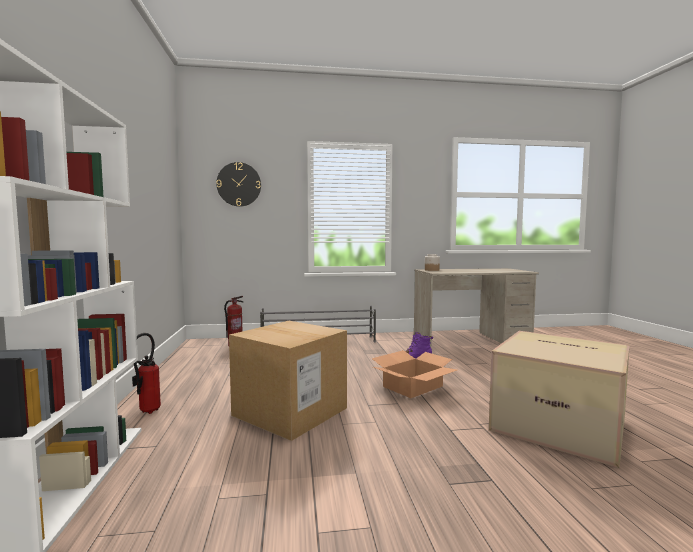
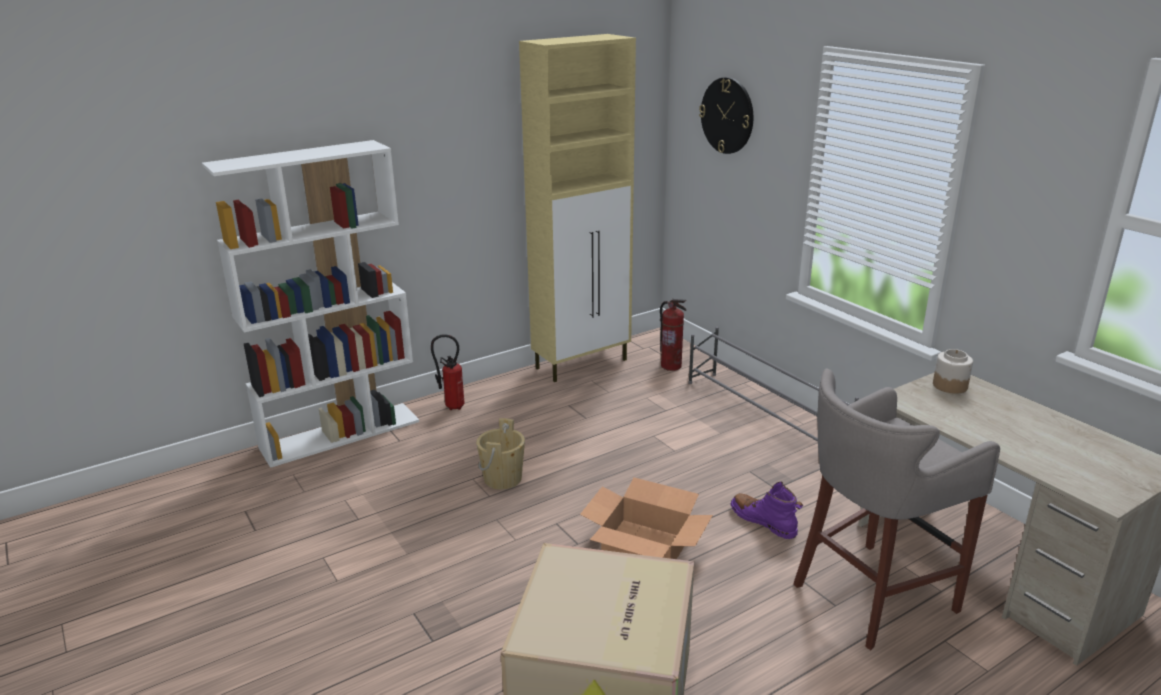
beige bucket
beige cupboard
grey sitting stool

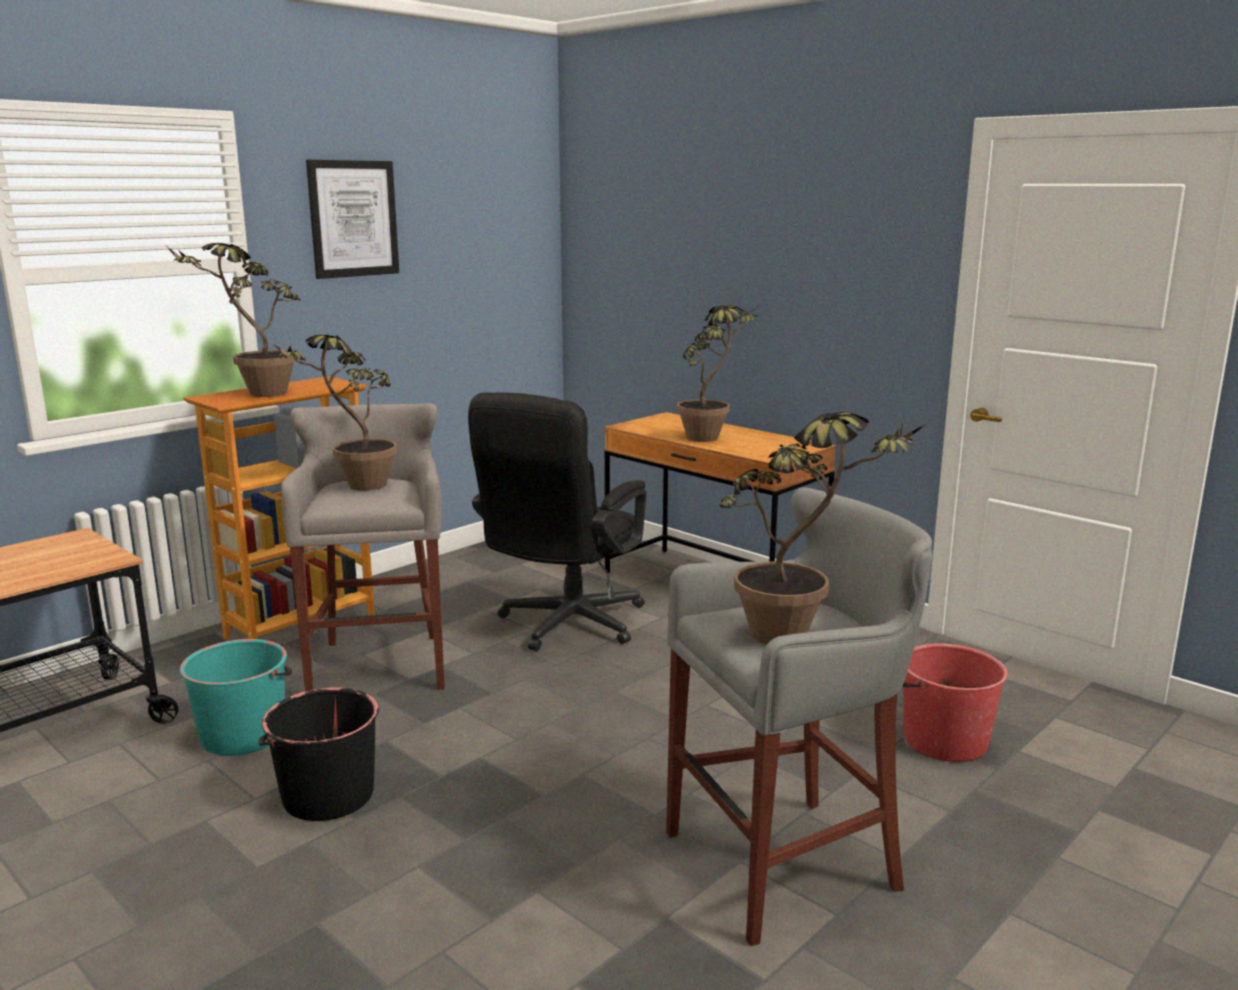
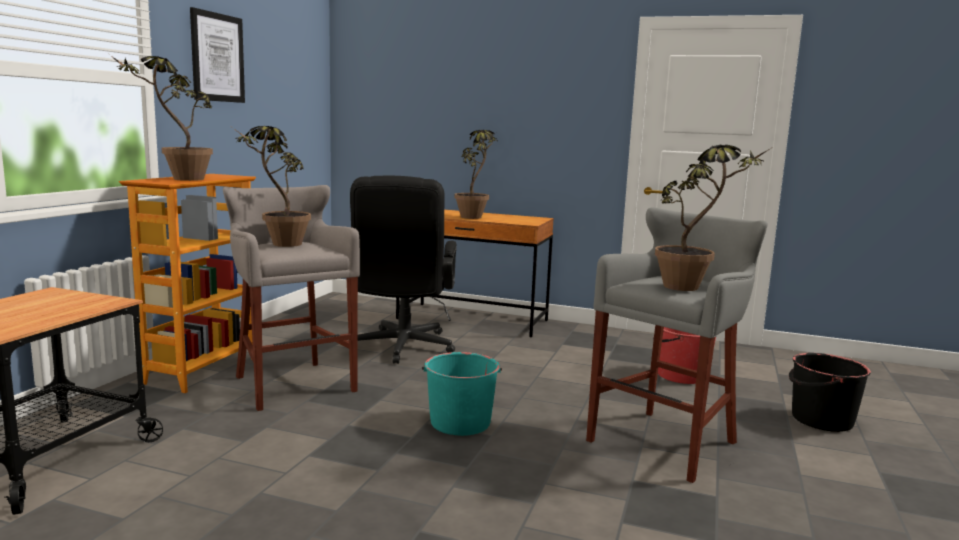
blue-green bucket
black-coloured bucket

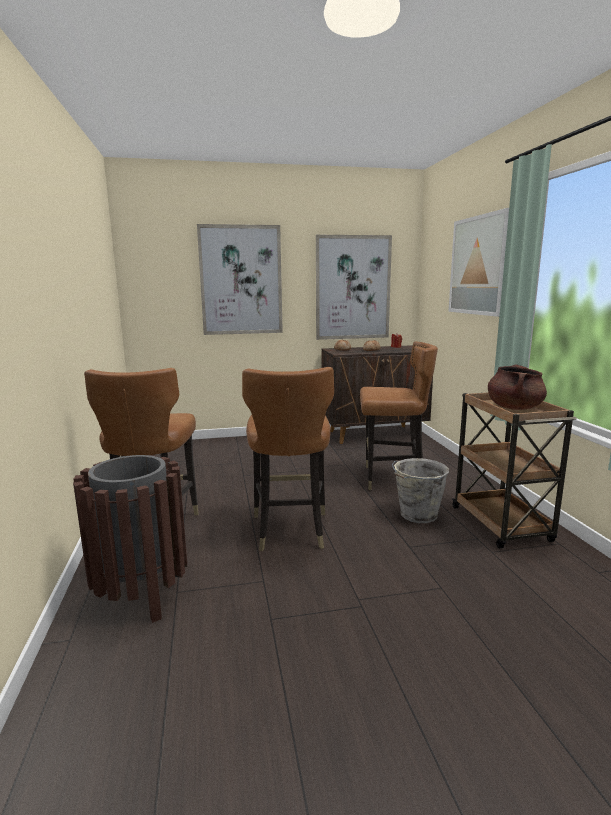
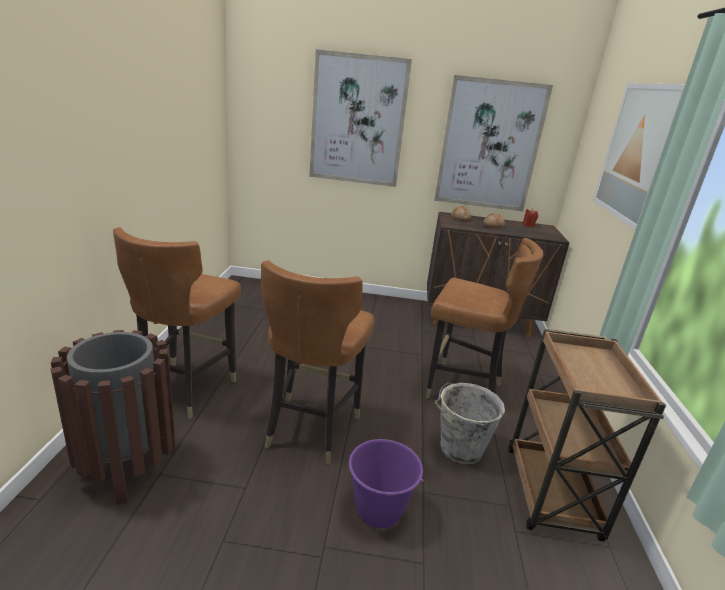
brown-coloured stockpot
purplish bucket

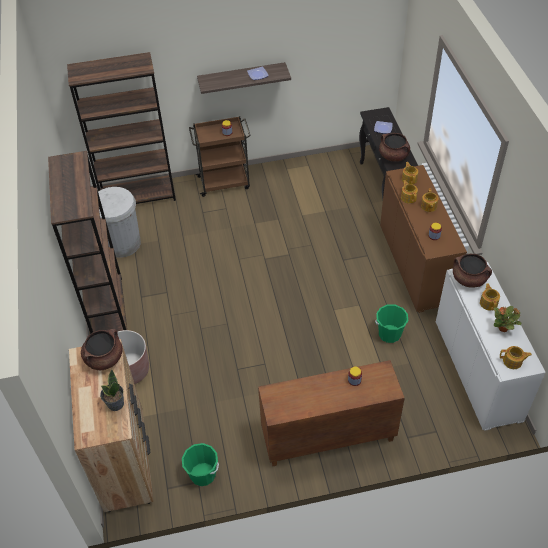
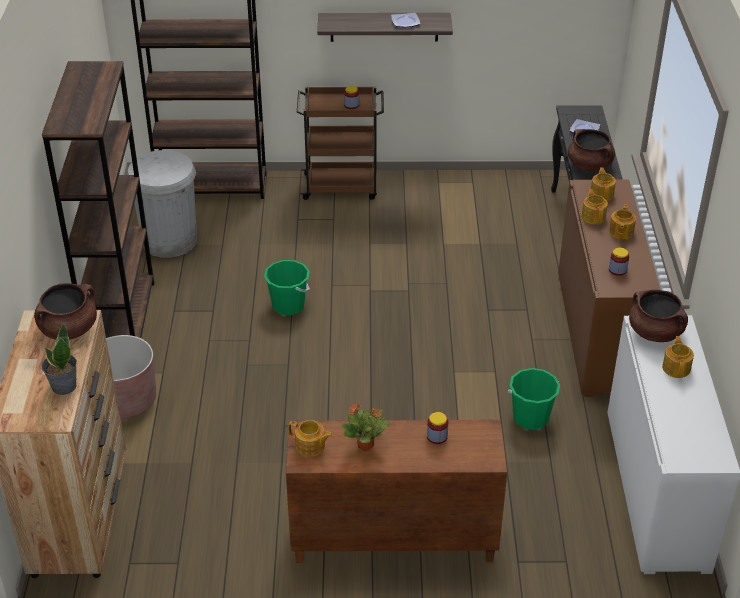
greenish bucket (no. 1 from left)
potted plant (no. 2 from left)
pot for tea (no. 1 from left)

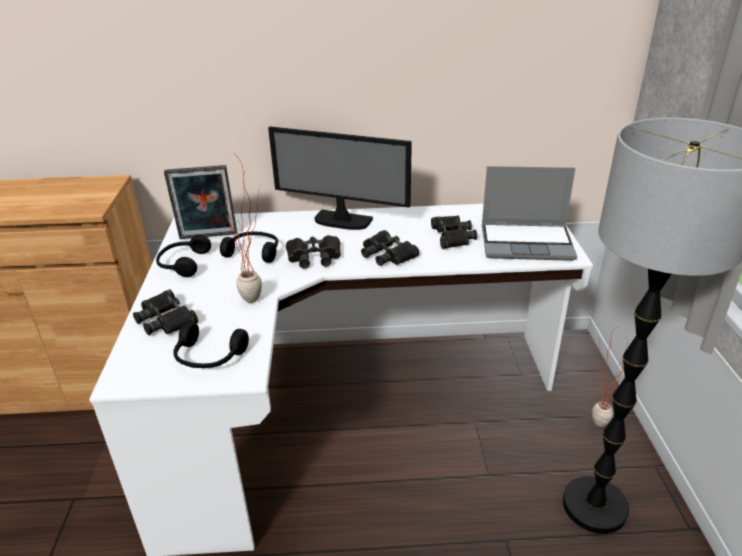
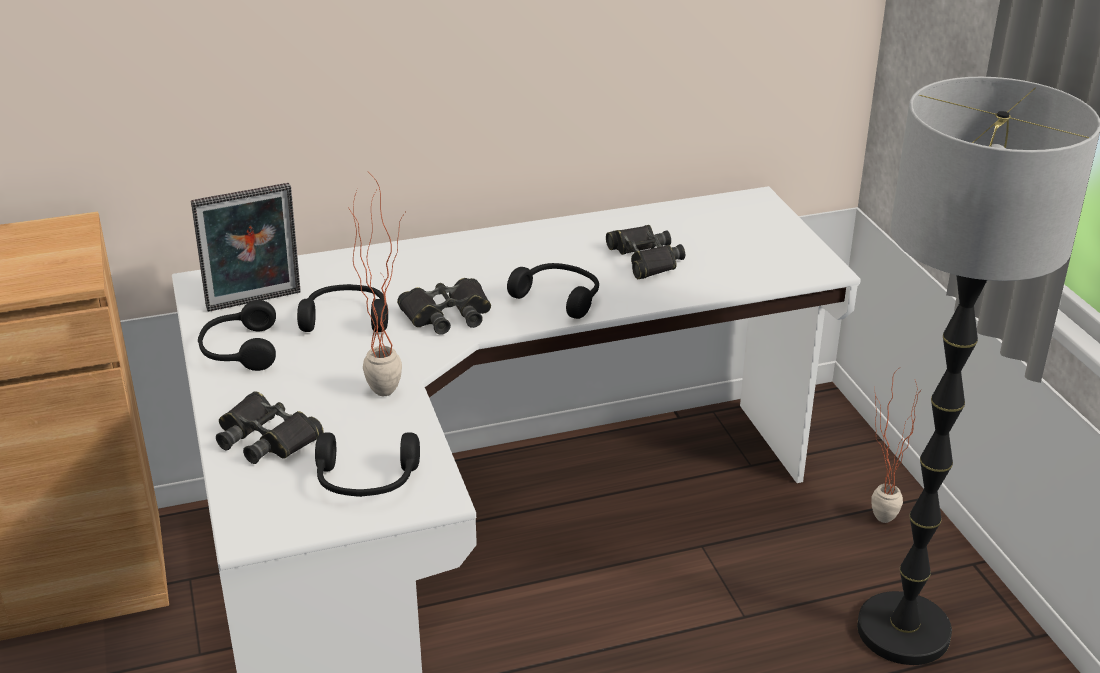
computer screen
black-coloured headphones (no. 4 from left)
notebook computer

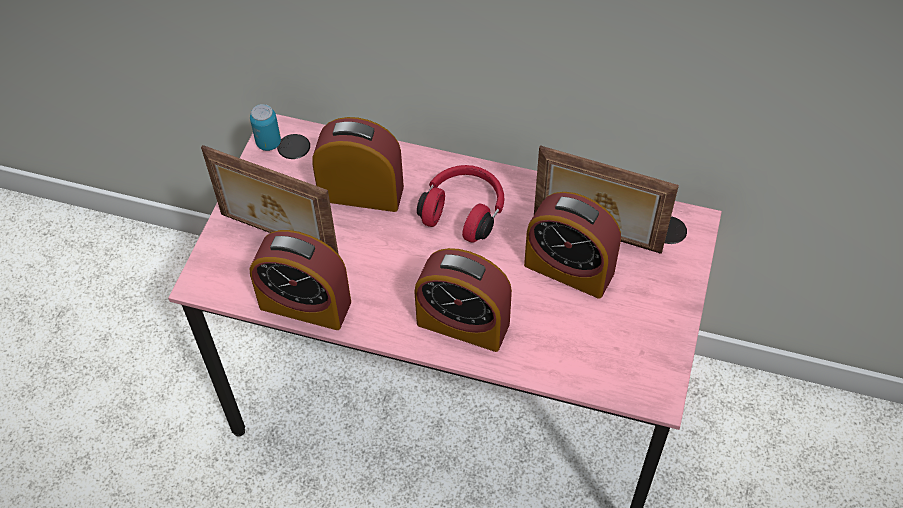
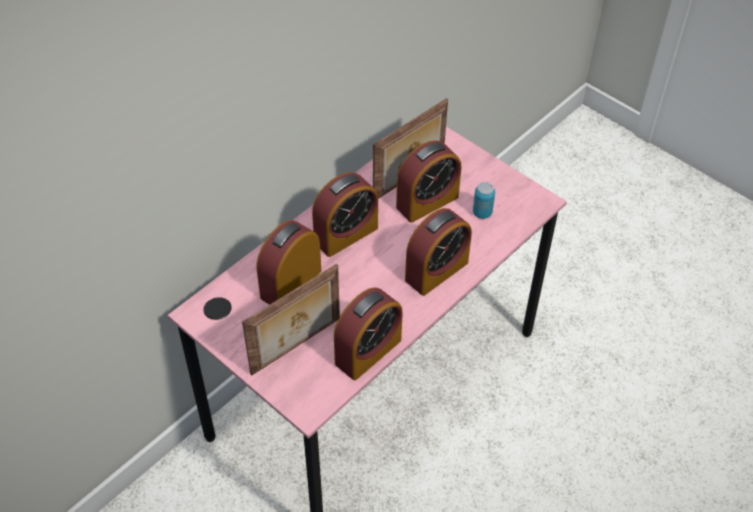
can
bedside clock (no. 2 from left)

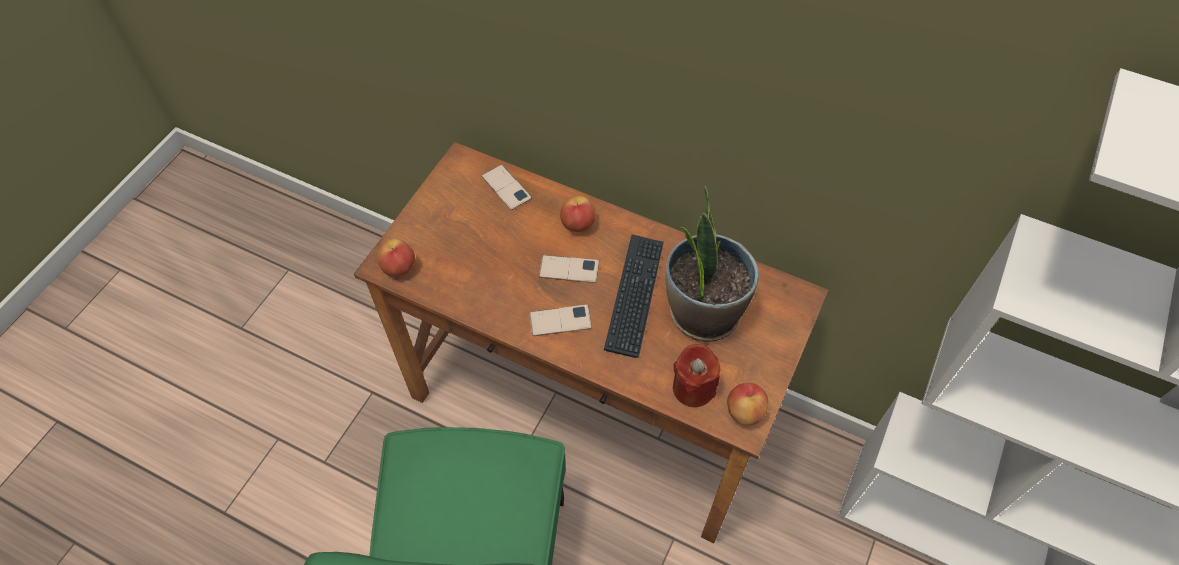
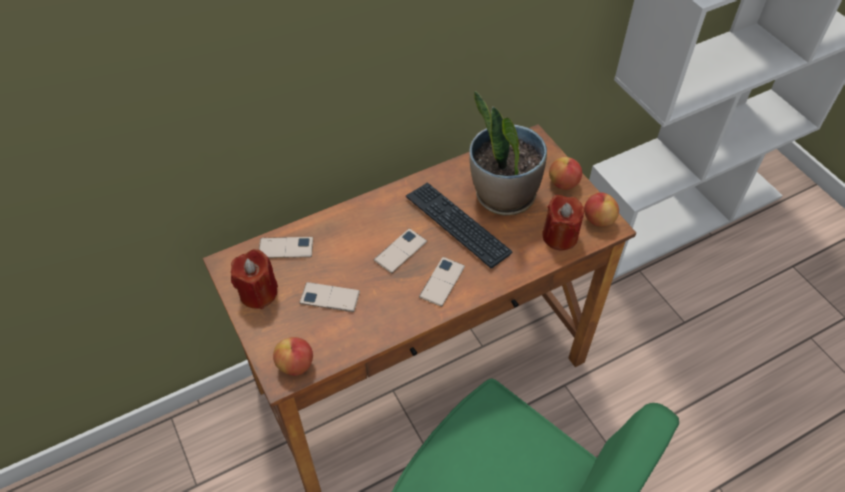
whole apple (no. 2 from left)
red-coloured wax candle (no. 1 from left)
phone (no. 2 from left)

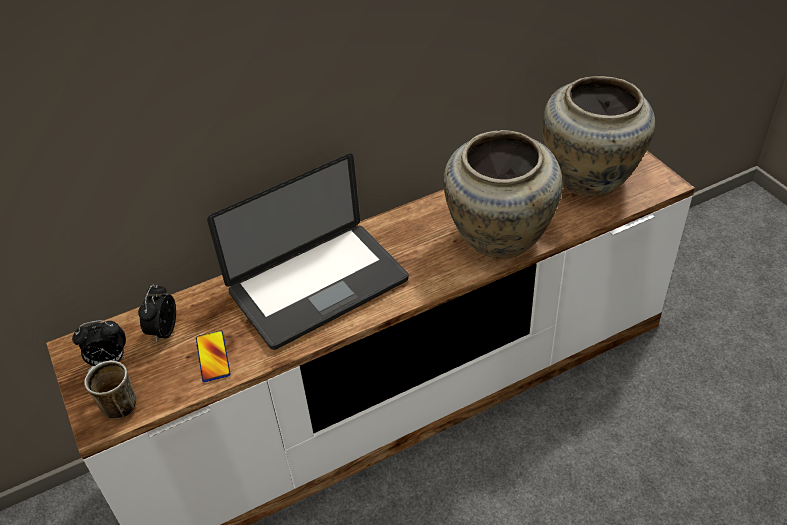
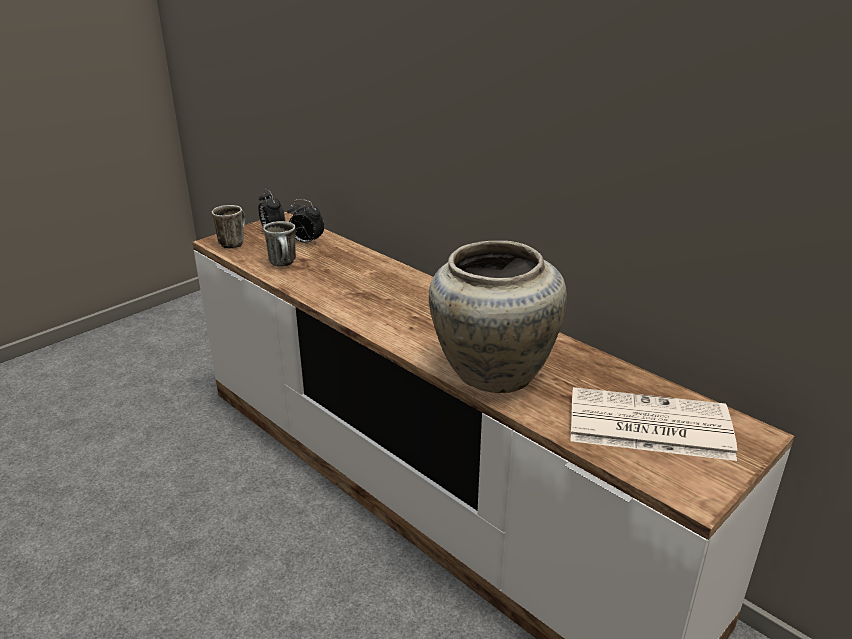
bedside clock (no. 2 from left)
tea mug (no. 2 from left)
notebook computer
printed paper

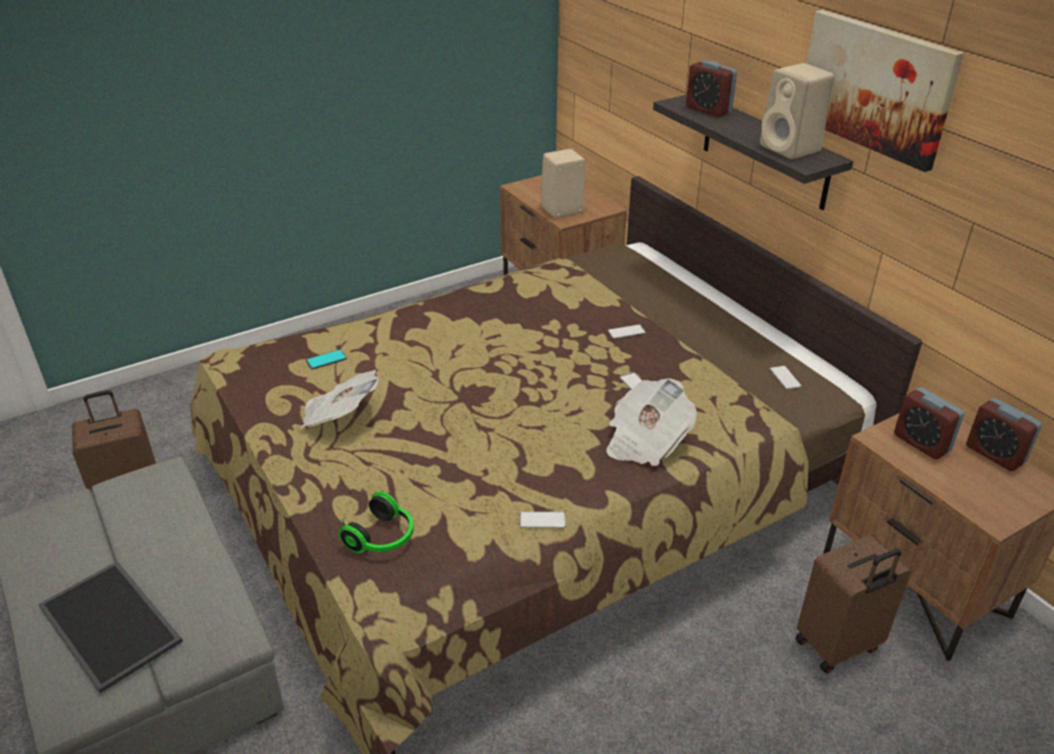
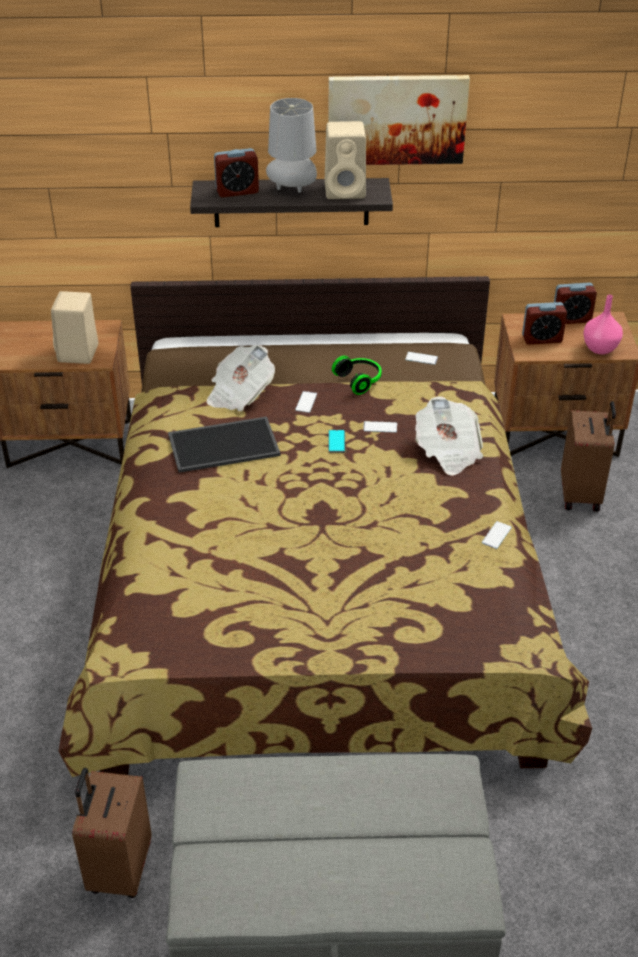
serving tray
printed paper (no. 1 from left)
phone (no. 2 from left)
headphones
grey tabletop lamp
pinkish decorative vase

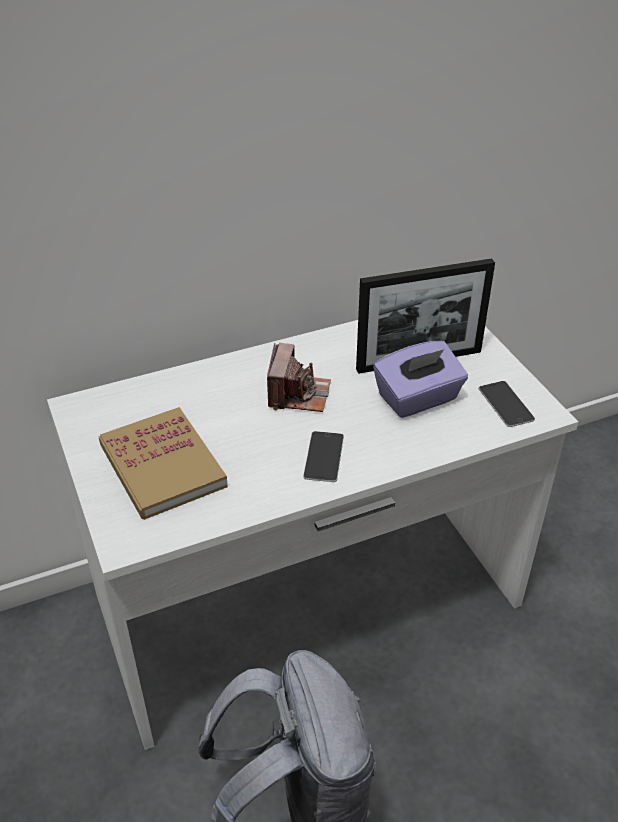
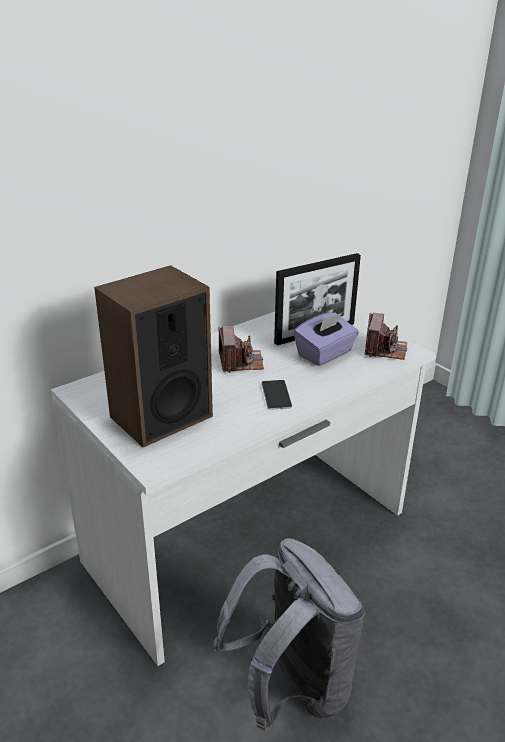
audio speaker
still camera (no. 2 from left)

